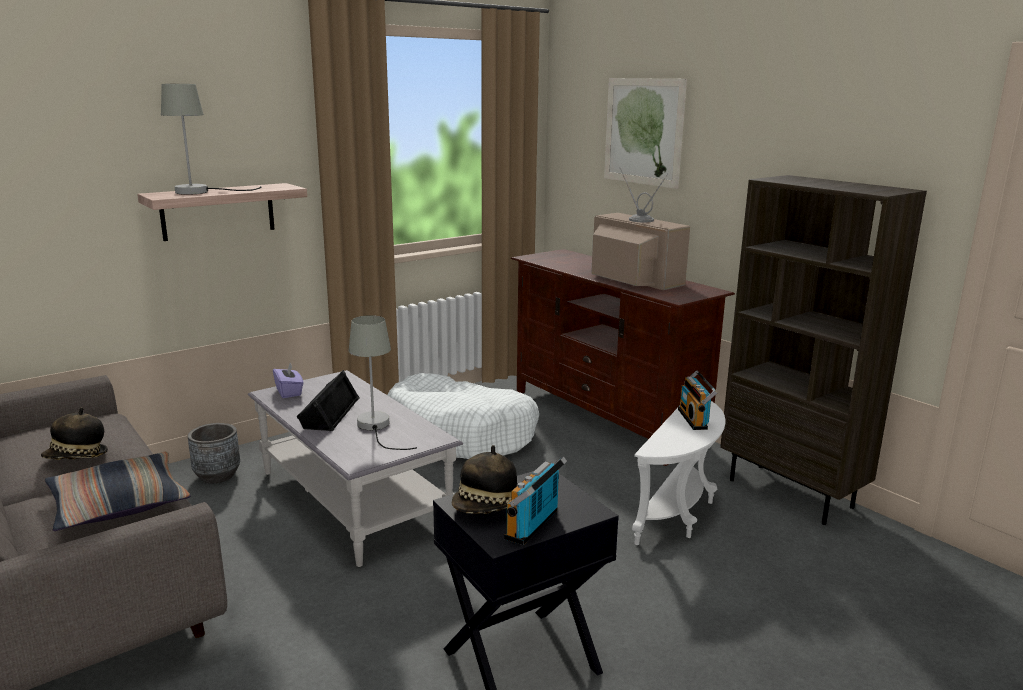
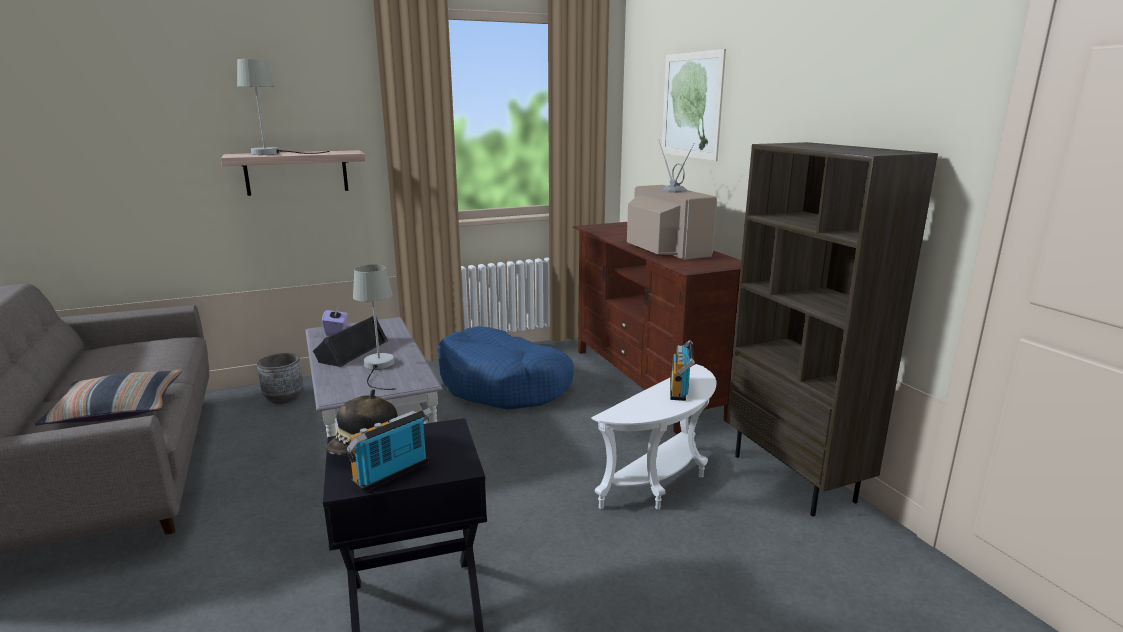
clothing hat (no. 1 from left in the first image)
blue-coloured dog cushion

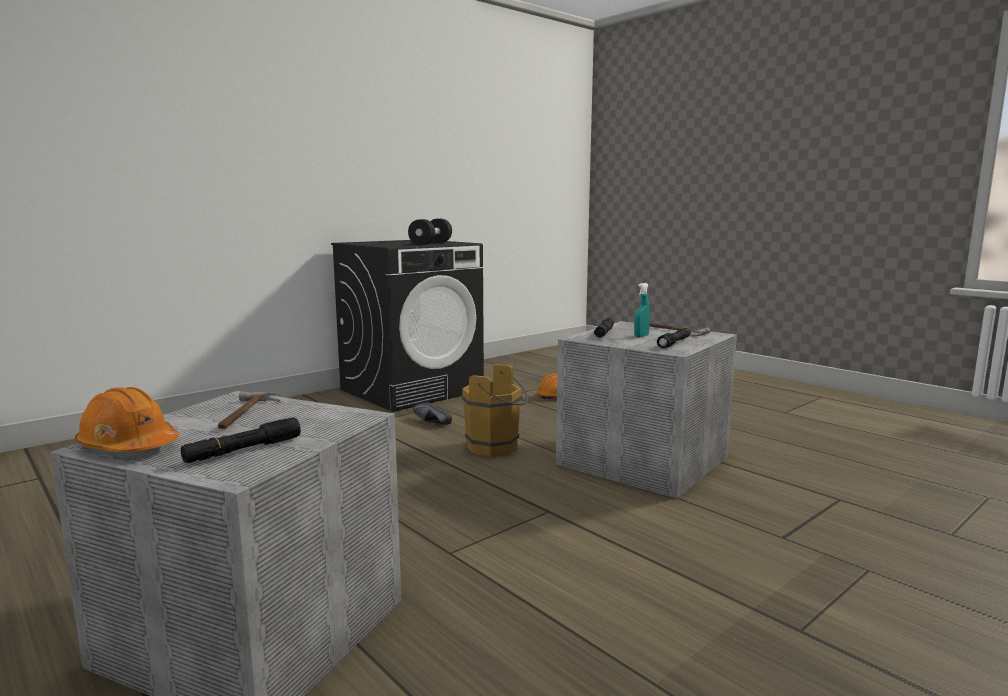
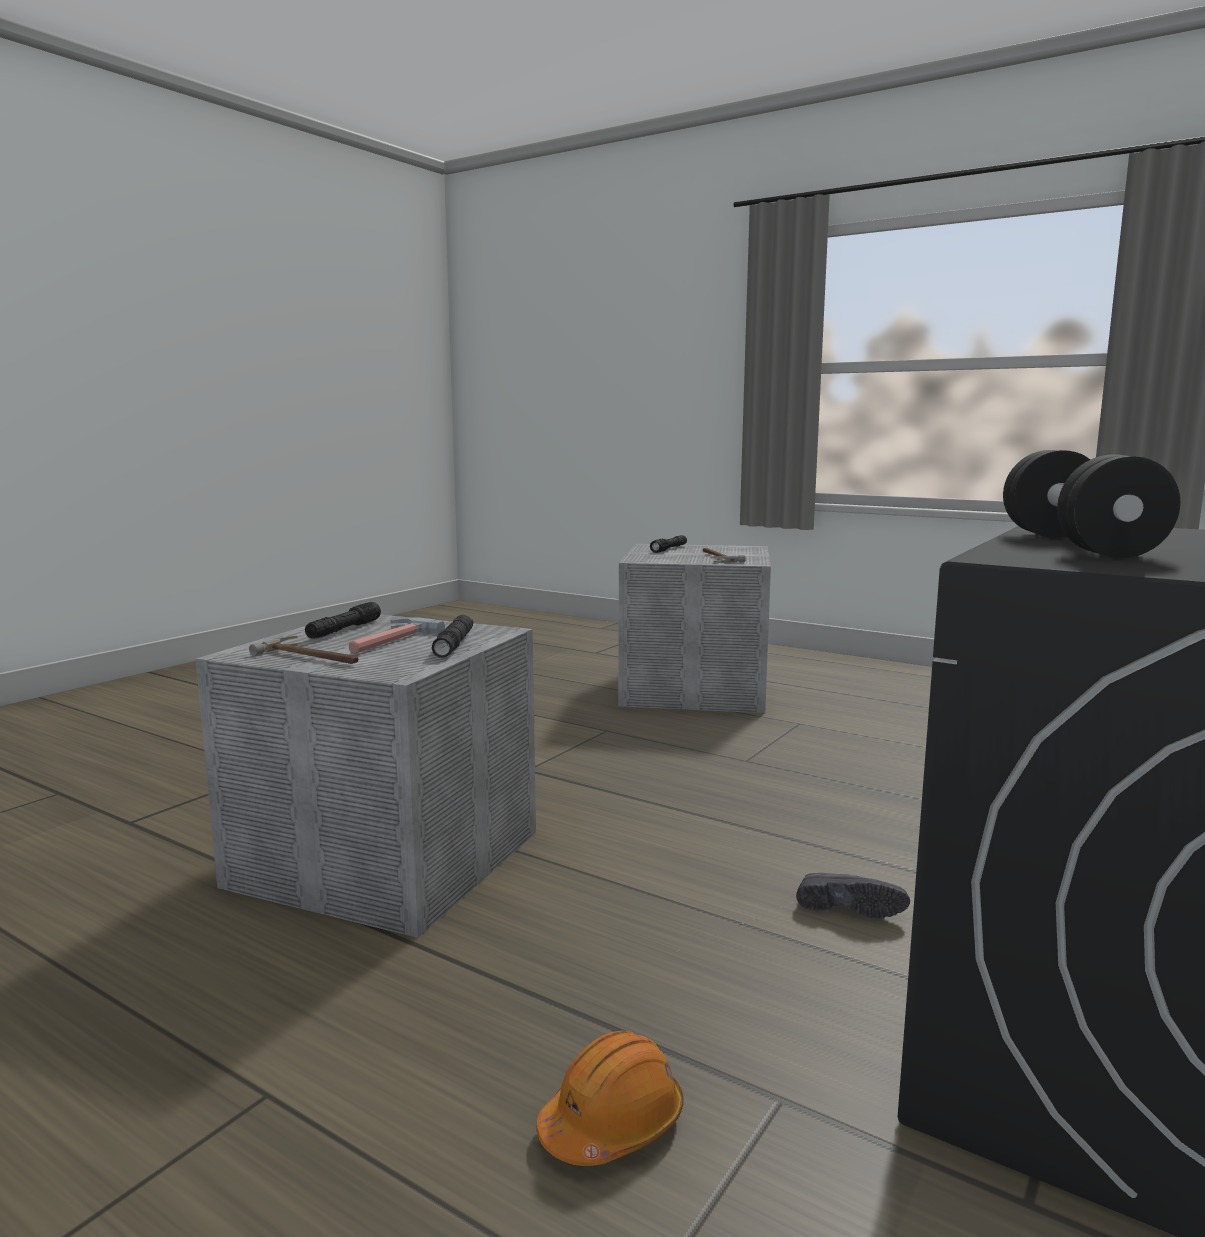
orangey hard hat (no. 1 from left in the first image)
brown-coloured bucket
hand hammer (no. 2 from left)

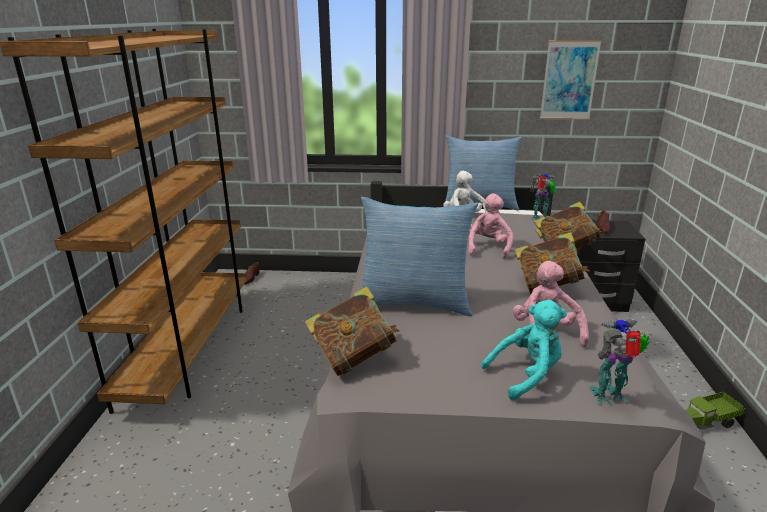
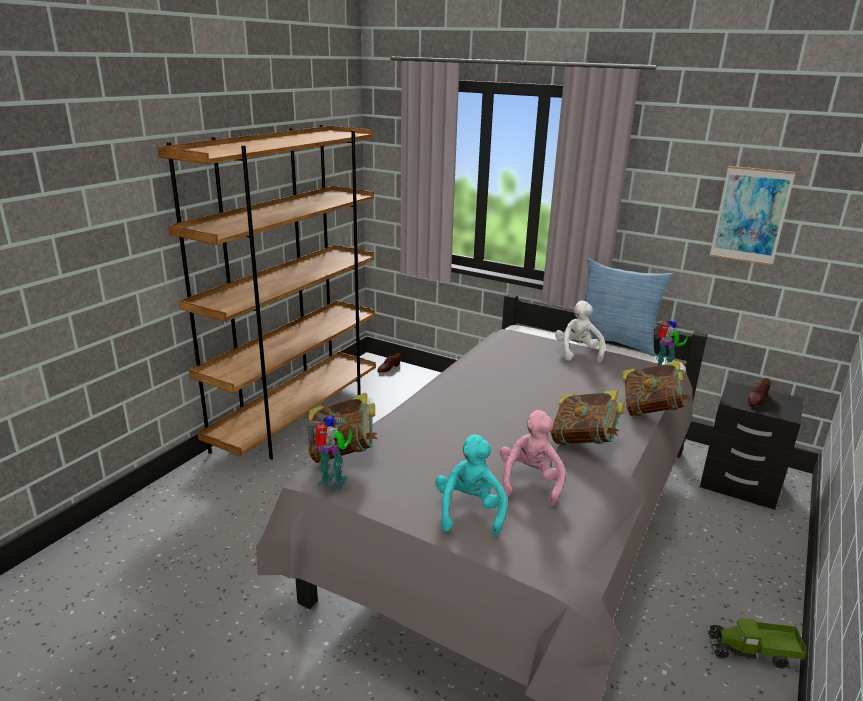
cushion (no. 1 from left in the first image)
pinkish cuddly toy (no. 1 from left in the first image)
blue-green cuddly toy
robot figure (no. 1 from left)

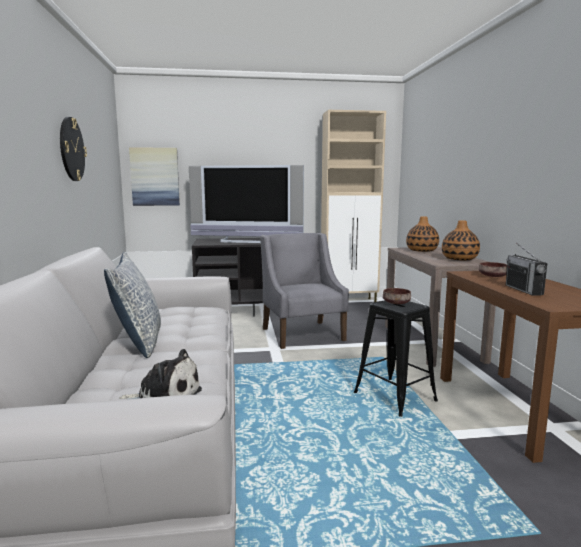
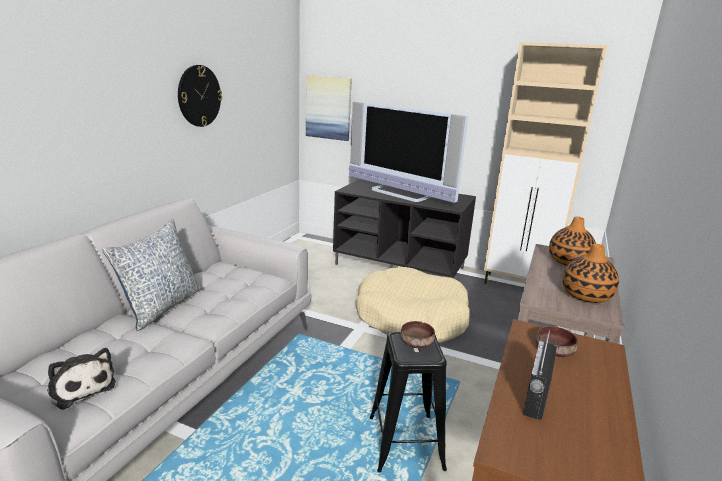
beige dog cushion

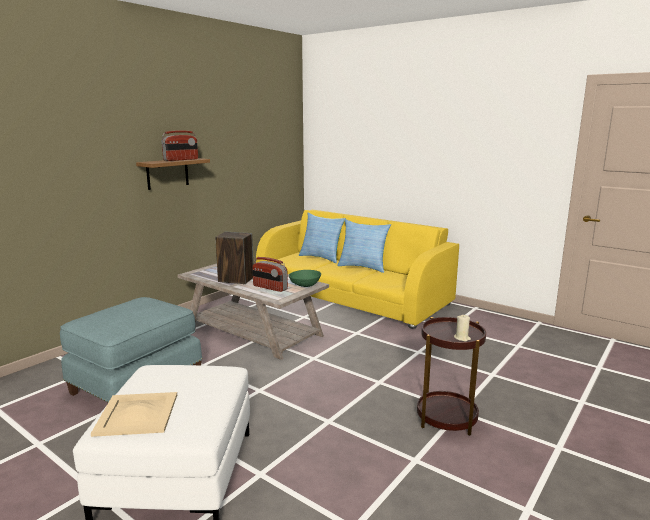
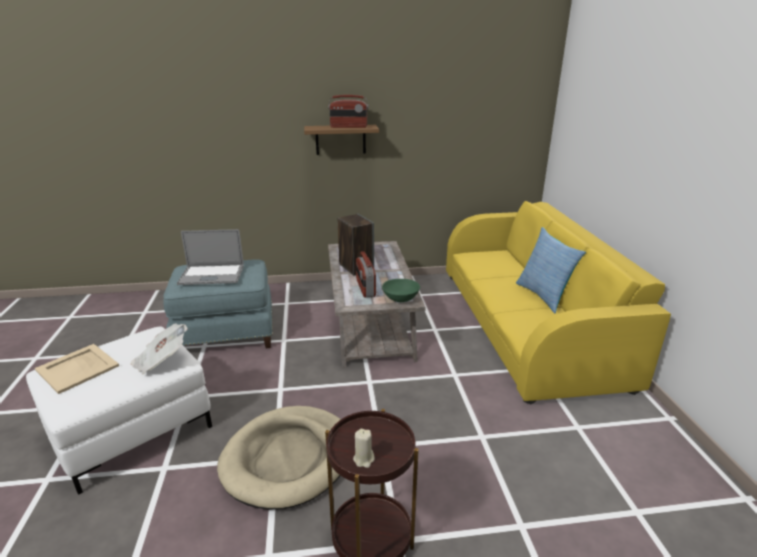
cushion (no. 1 from left in the first image)
printed paper
notebook computer
beige dog cushion

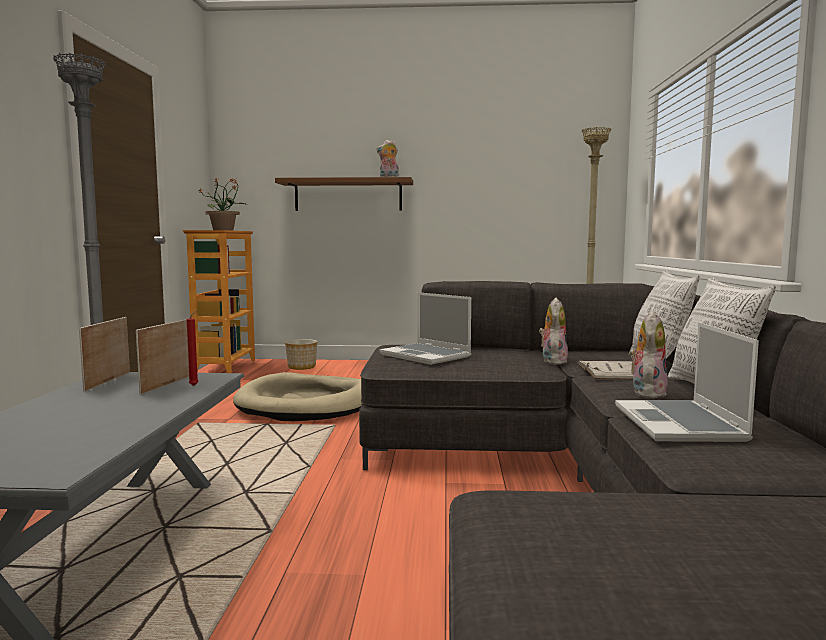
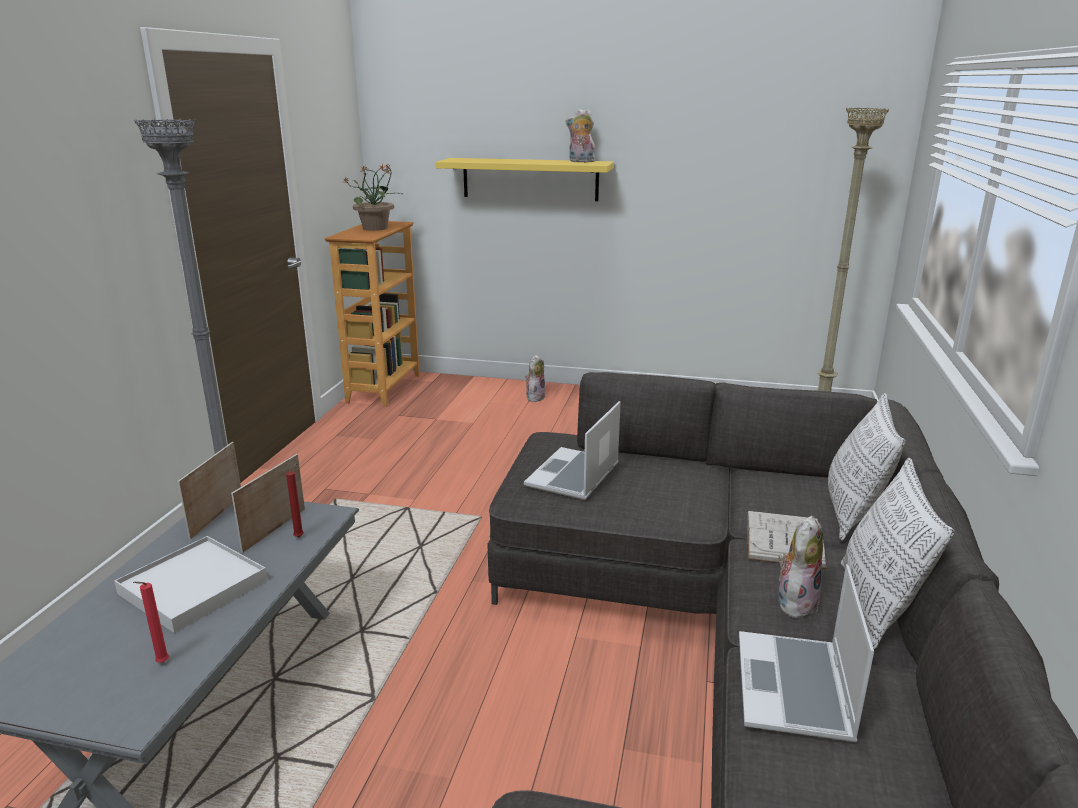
beige dog cushion
yellow wall shelf
plant pot
notebook computer (no. 1 from left)
cuddly toy (no. 1 from left)
white-coloured serving tray
red-coloured wax candle (no. 1 from left)

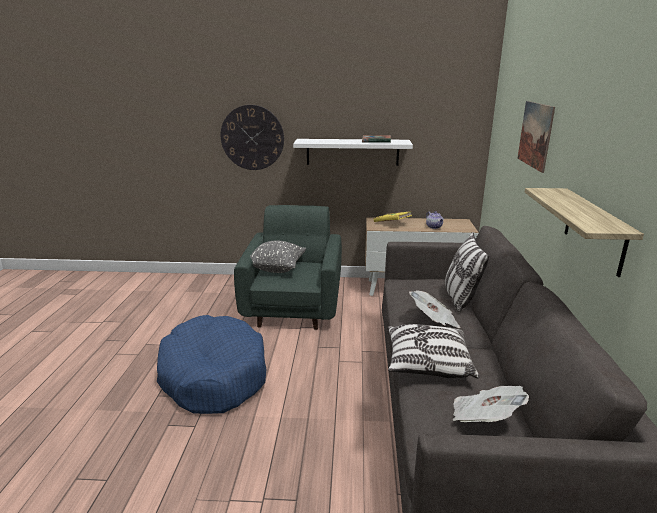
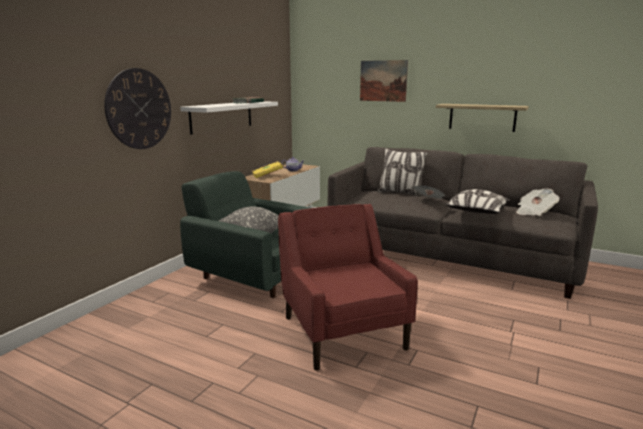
red-coloured easy chair

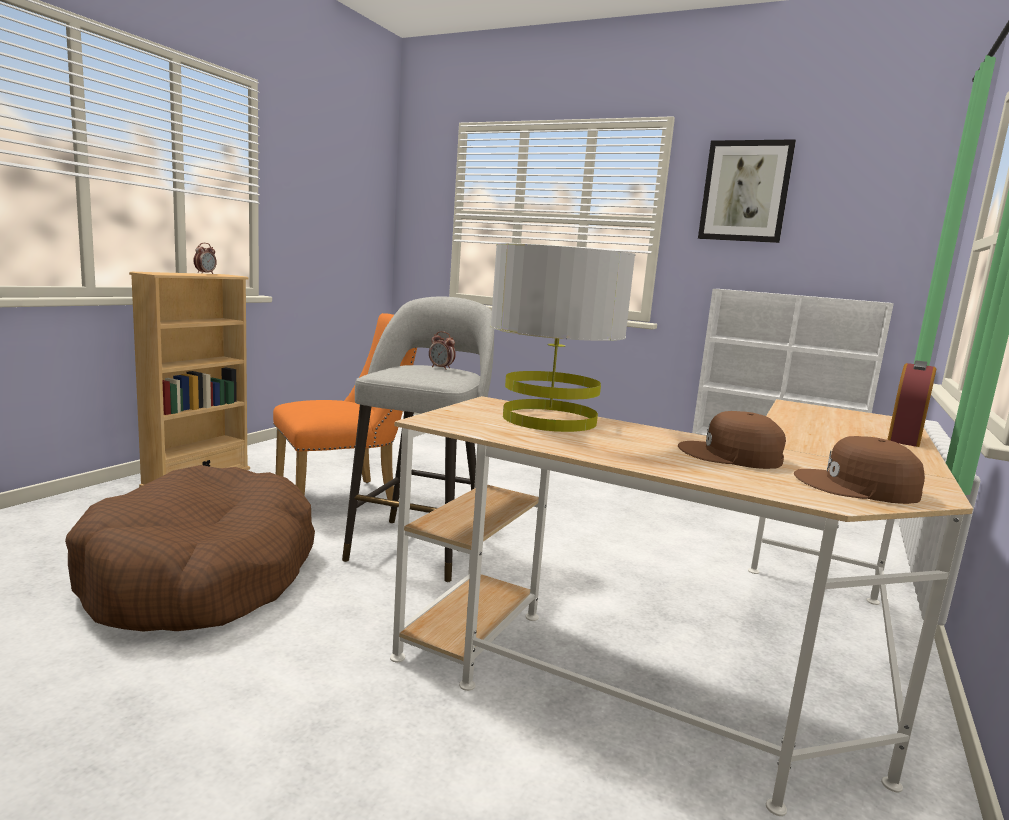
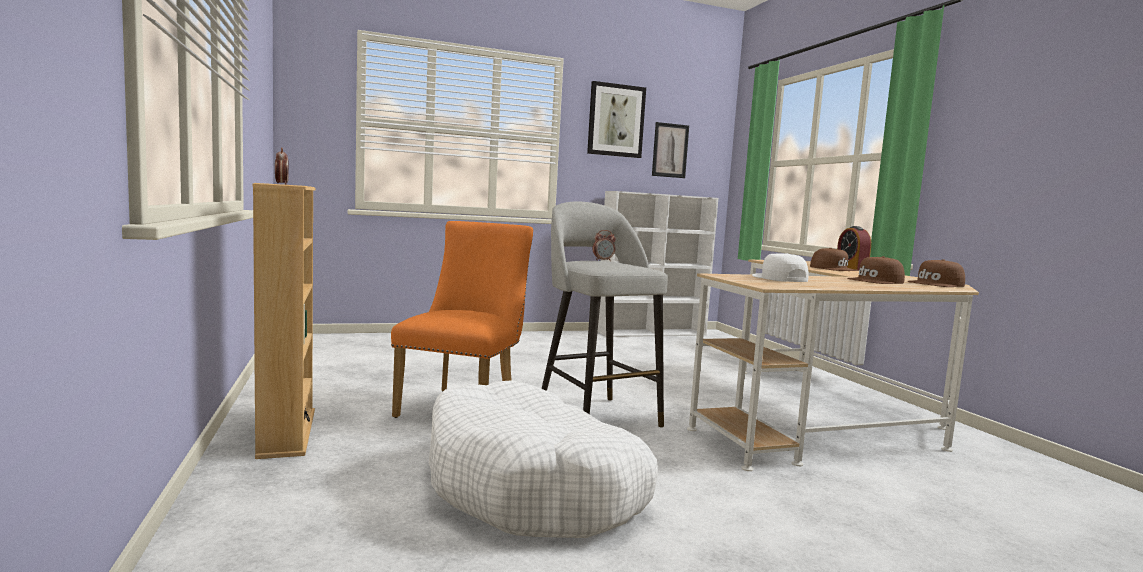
white-coloured dog cushion
white-coloured cap
wall picture (no. 2 from left)
brown-coloured cap (no. 1 from left)

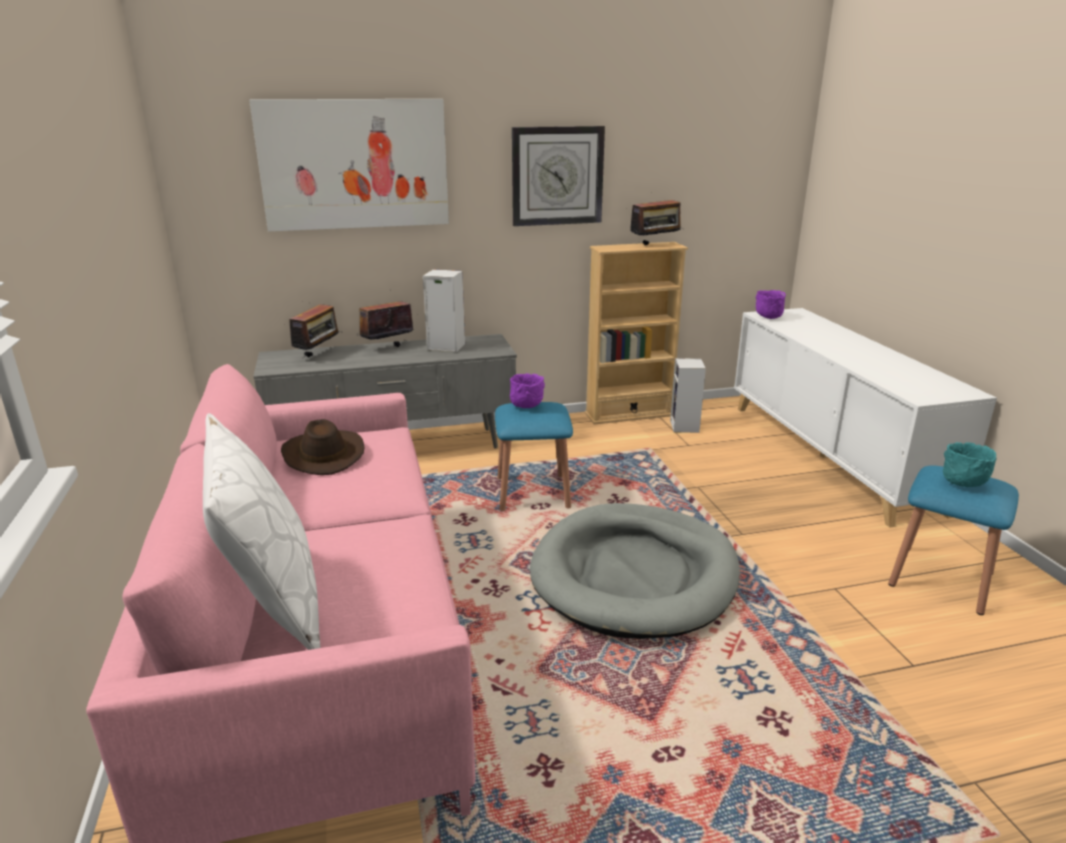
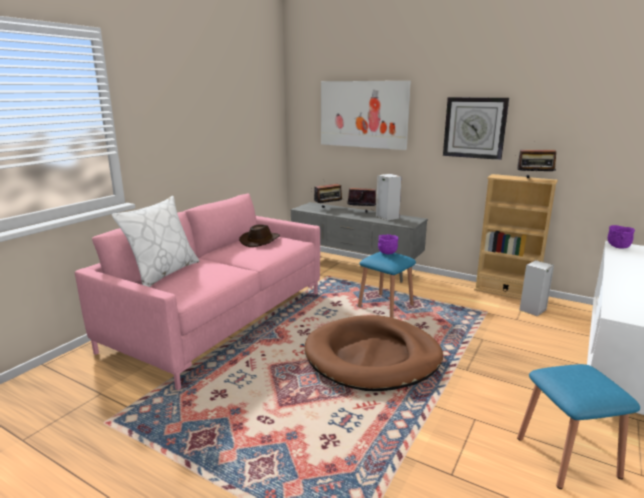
brown-coloured dog cushion
blue-green deep dish

